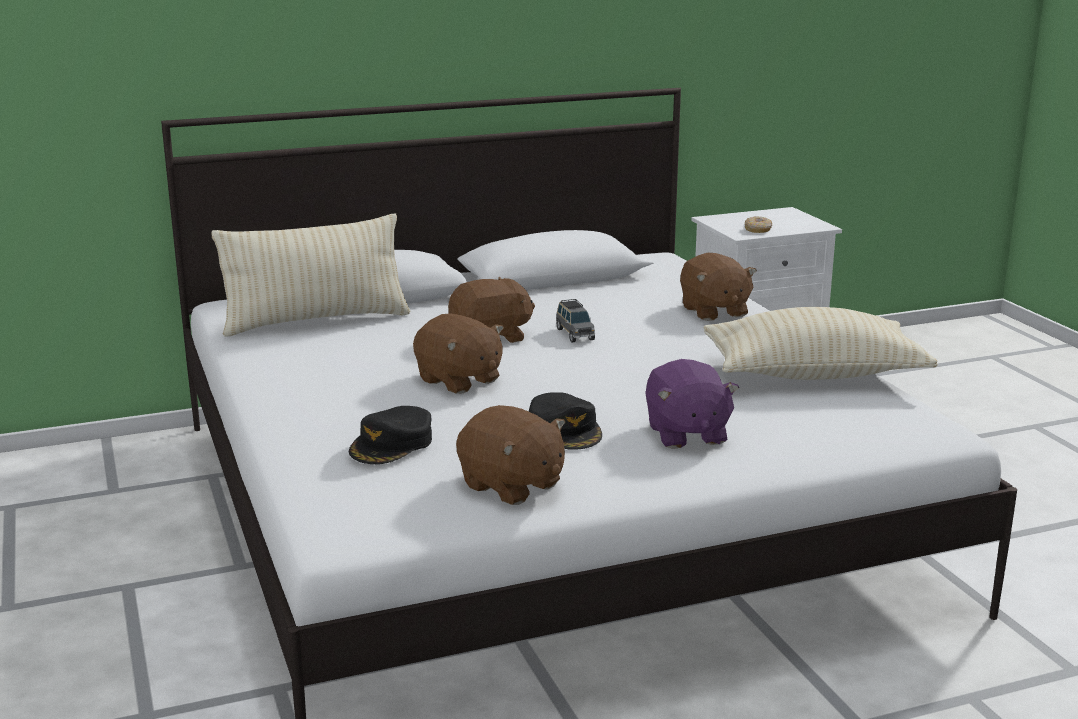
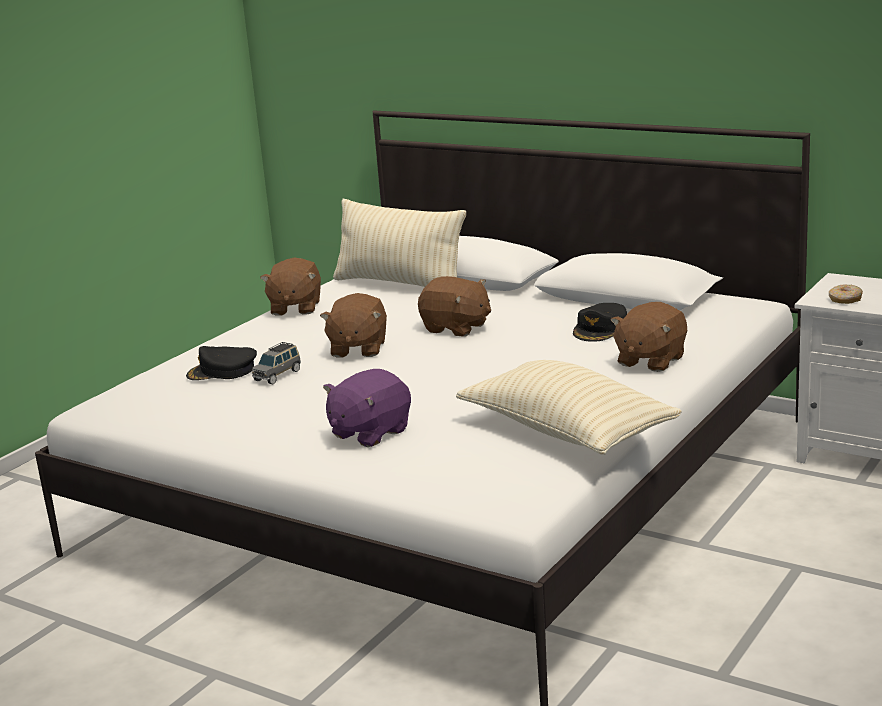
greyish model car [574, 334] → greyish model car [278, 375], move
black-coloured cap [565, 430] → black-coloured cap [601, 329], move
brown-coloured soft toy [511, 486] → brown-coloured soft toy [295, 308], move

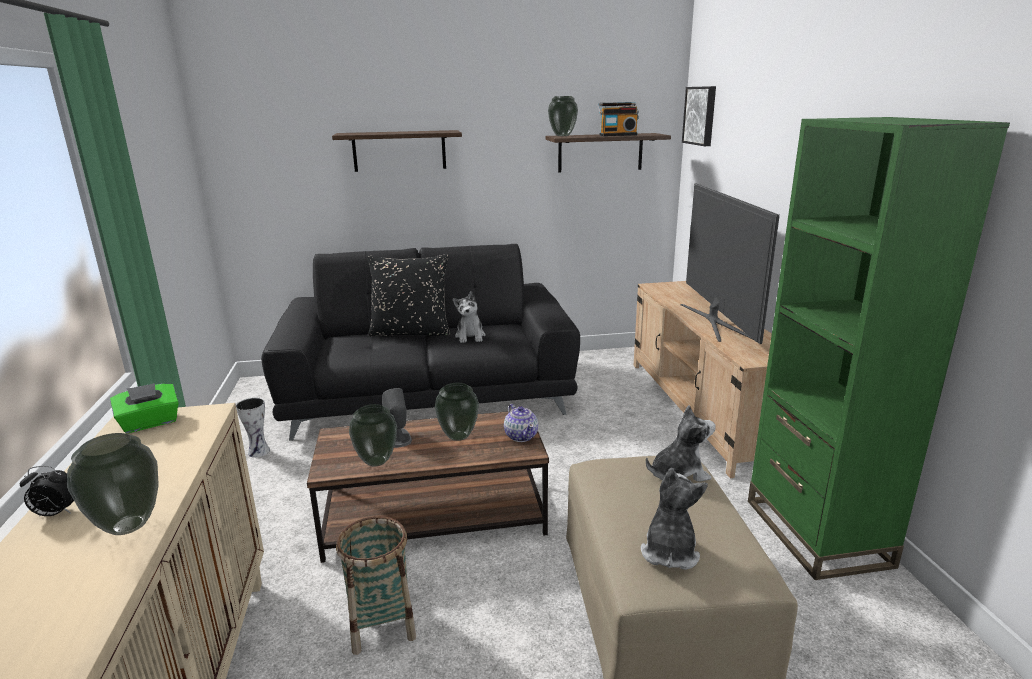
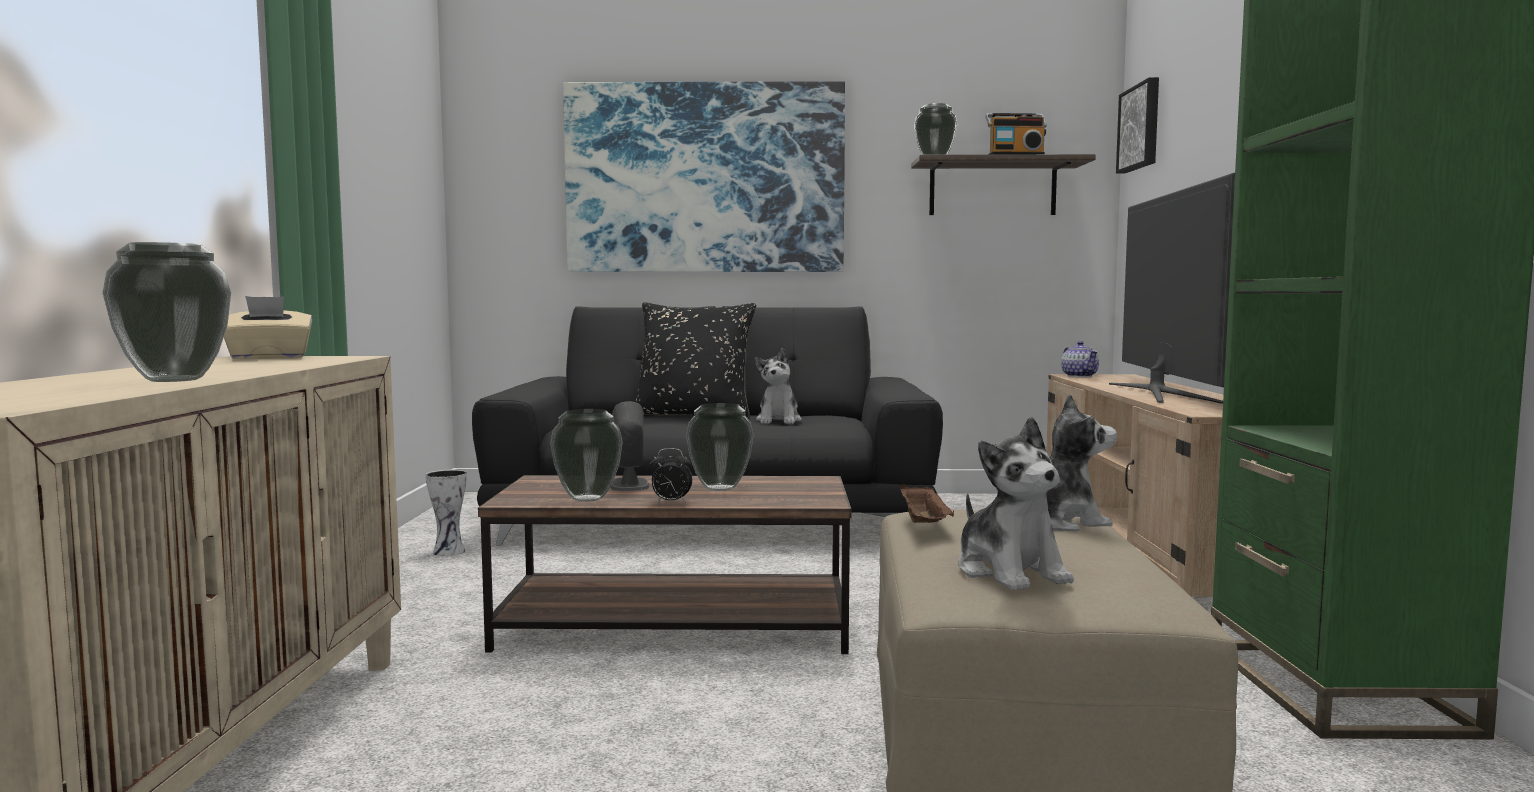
shelf [399, 151] → wall picture [705, 178]
green tissue holder [150, 423] → sand-coloured tissue holder [269, 358]
teapot [521, 436] → teapot [1079, 376], move
alarm clock [55, 514] → alarm clock [670, 502], move
soft toy [669, 552] → soft toy [1010, 572], 135 degrees clockwise
storage basket [381, 624] → -
- → brown-coloured carrying tray [924, 524]

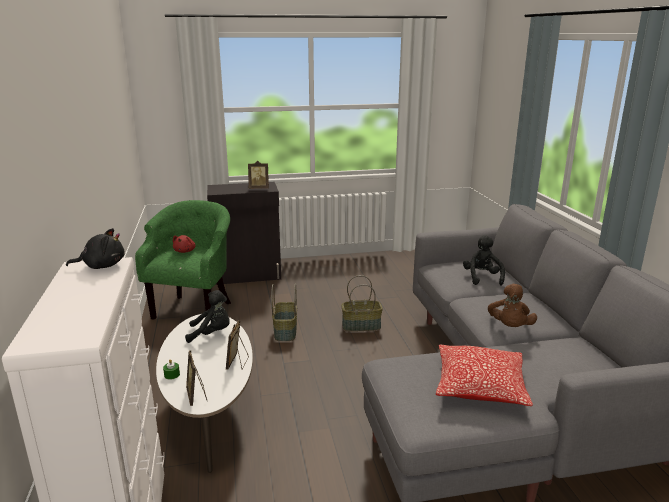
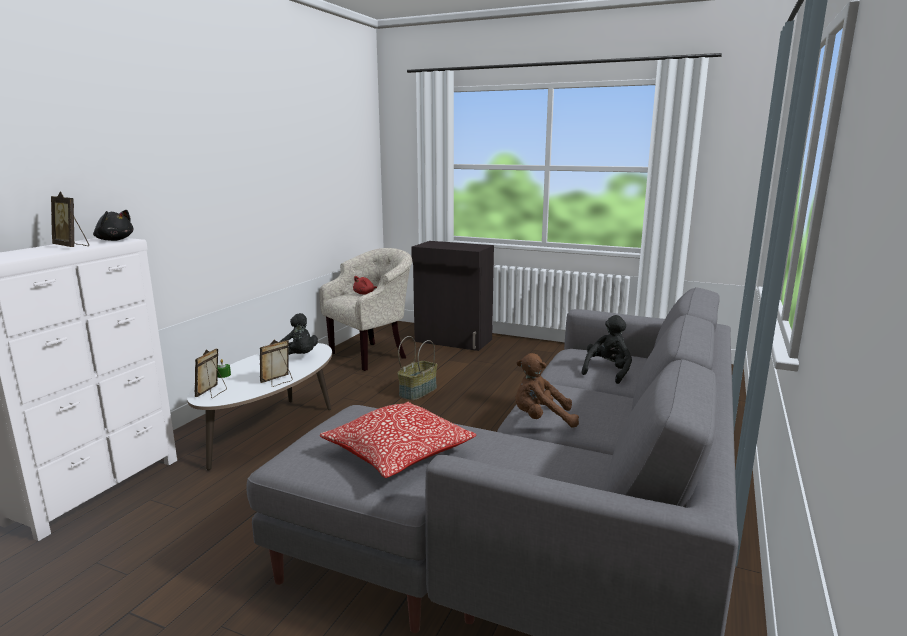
photo frame [259, 188] → photo frame [72, 246], move
green lounge chair [195, 308] → sand-coloured lounge chair [372, 355]
storage basket [361, 326] → -
brown-coloured soft toy [509, 327] → brown-coloured soft toy [541, 419], 45 degrees clockwise

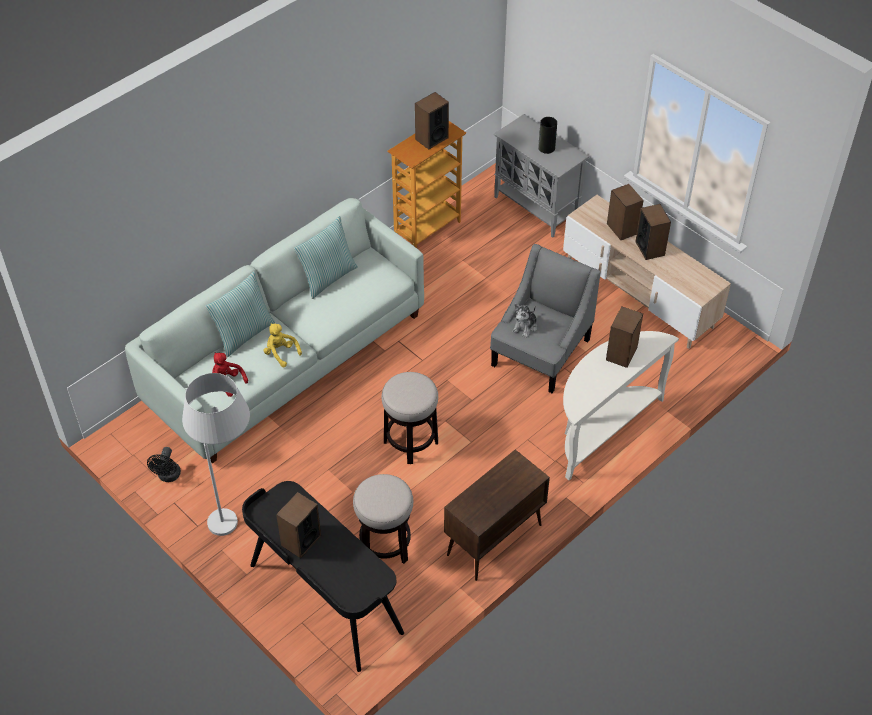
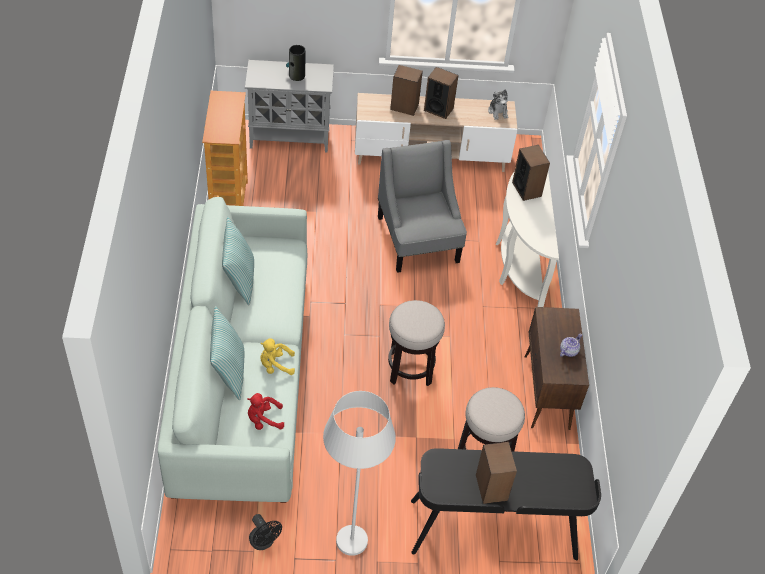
speaker [431, 138] → -
soft toy [525, 327] → soft toy [498, 112], move
- → teapot [568, 351]

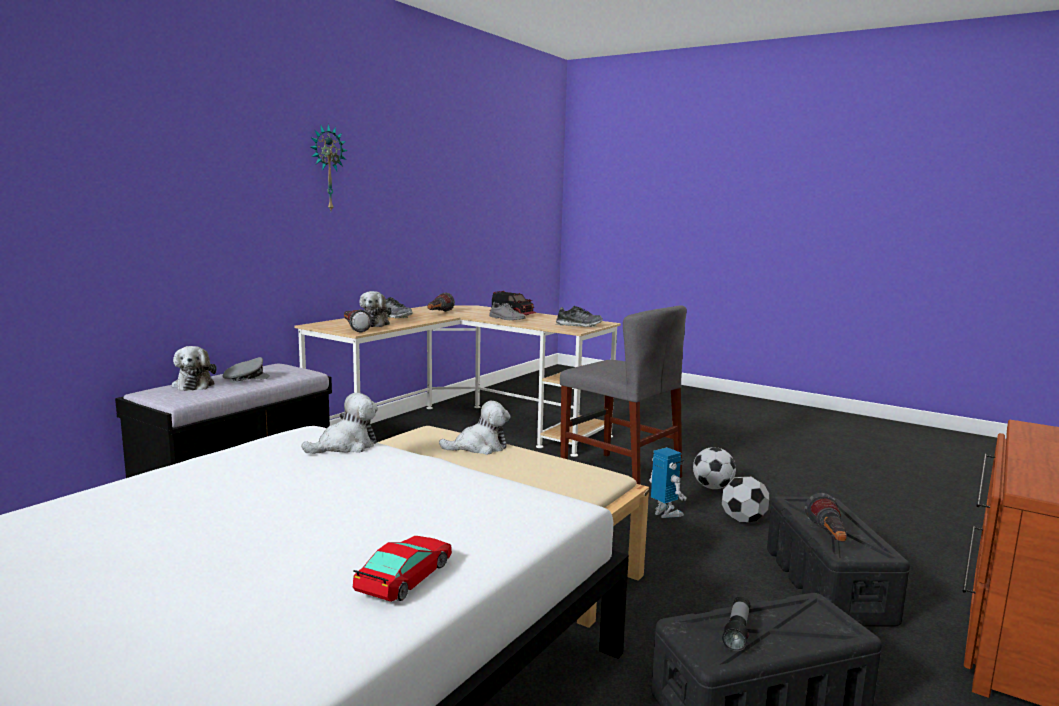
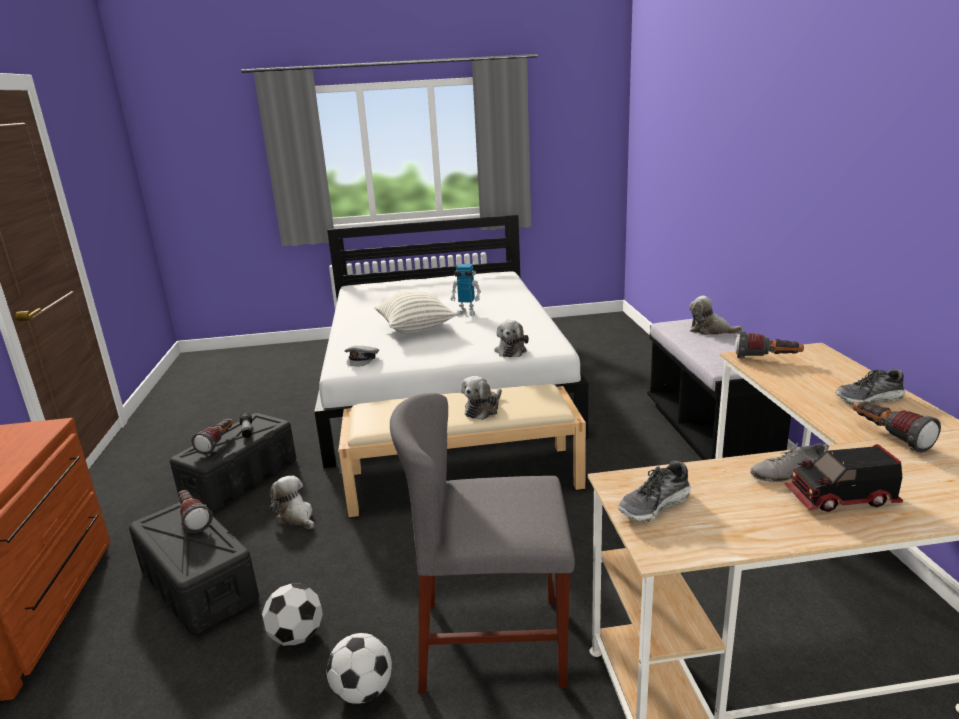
hanging clock [327, 168] → -
soft toy [374, 324] → soft toy [296, 516], move
greyish cap [245, 378] → greyish cap [362, 359], move
model robot [665, 513] → model robot [466, 313], move
model car [405, 577] → -
- → throw pillow [415, 329]
- → torch [218, 443]

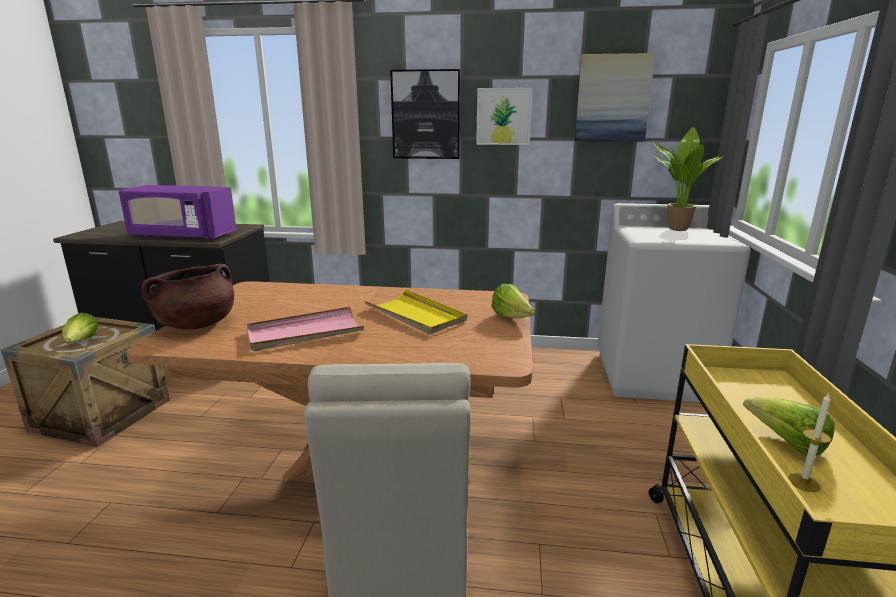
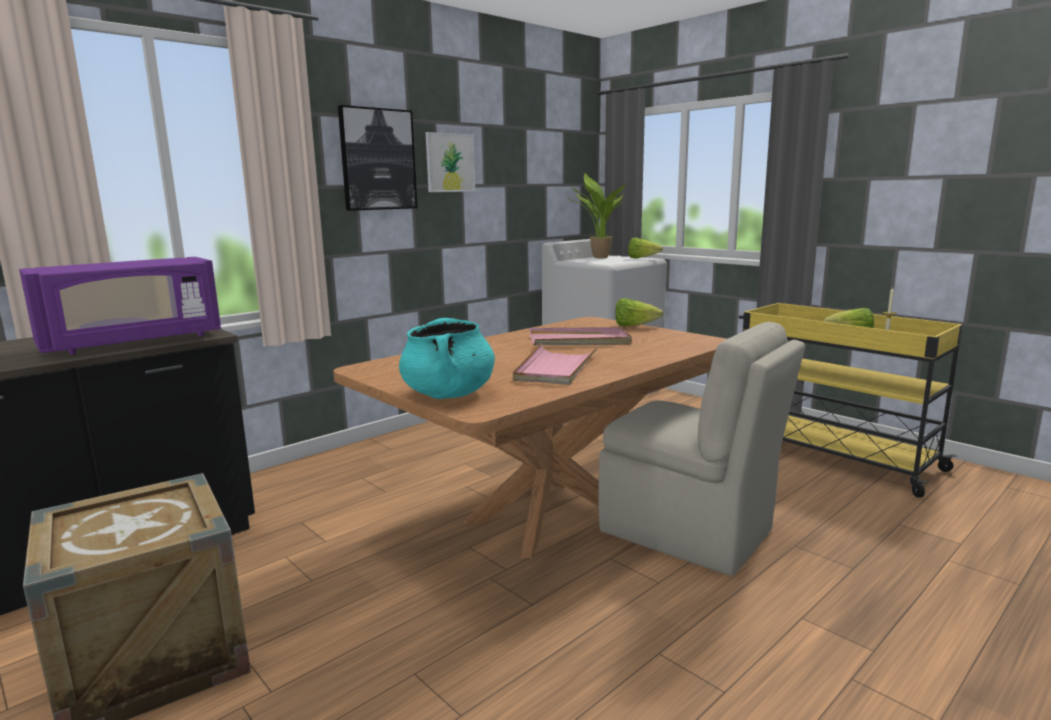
wall picture [612, 98] → -
brown-coloured cooking pot [197, 324] → turquoise-coloured cooking pot [448, 394]
yellow-coloured carrying tray [415, 315] → pinkish carrying tray [579, 341]
head of lettuce [81, 342] → head of lettuce [642, 258], move

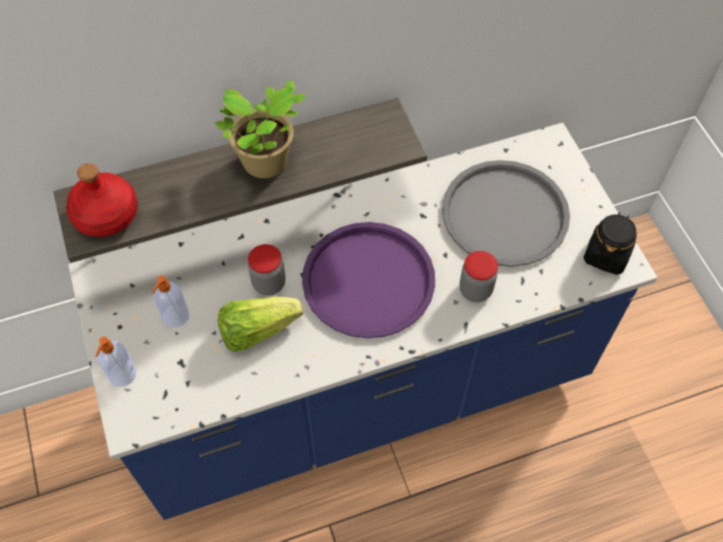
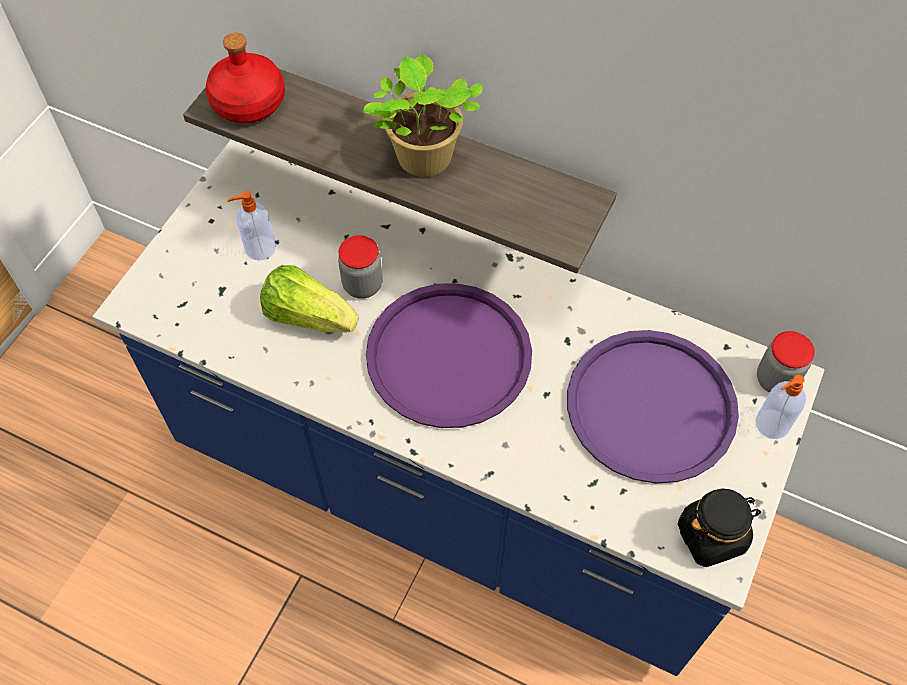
greyish carrying tray [505, 214] → purplish carrying tray [651, 406]
preserve jar [475, 290] → preserve jar [776, 379], move
liquid soap bottle [122, 375] → liquid soap bottle [770, 425], move

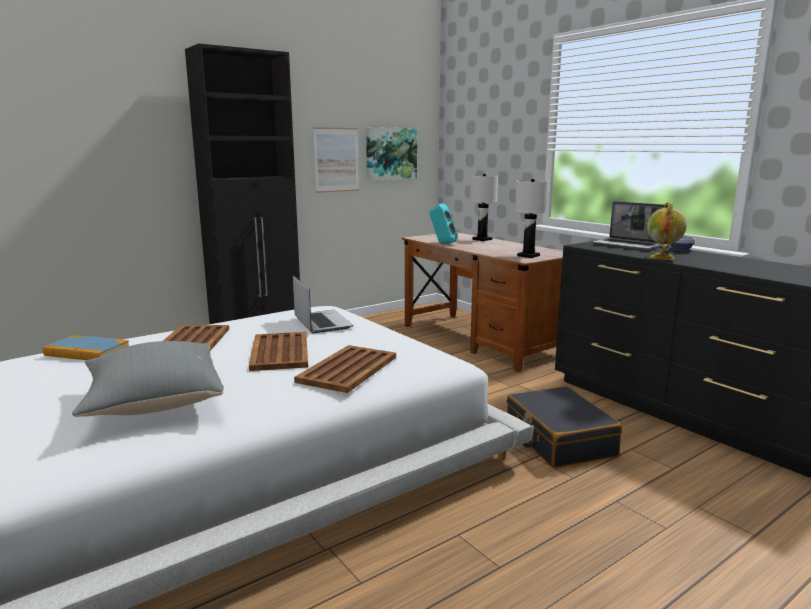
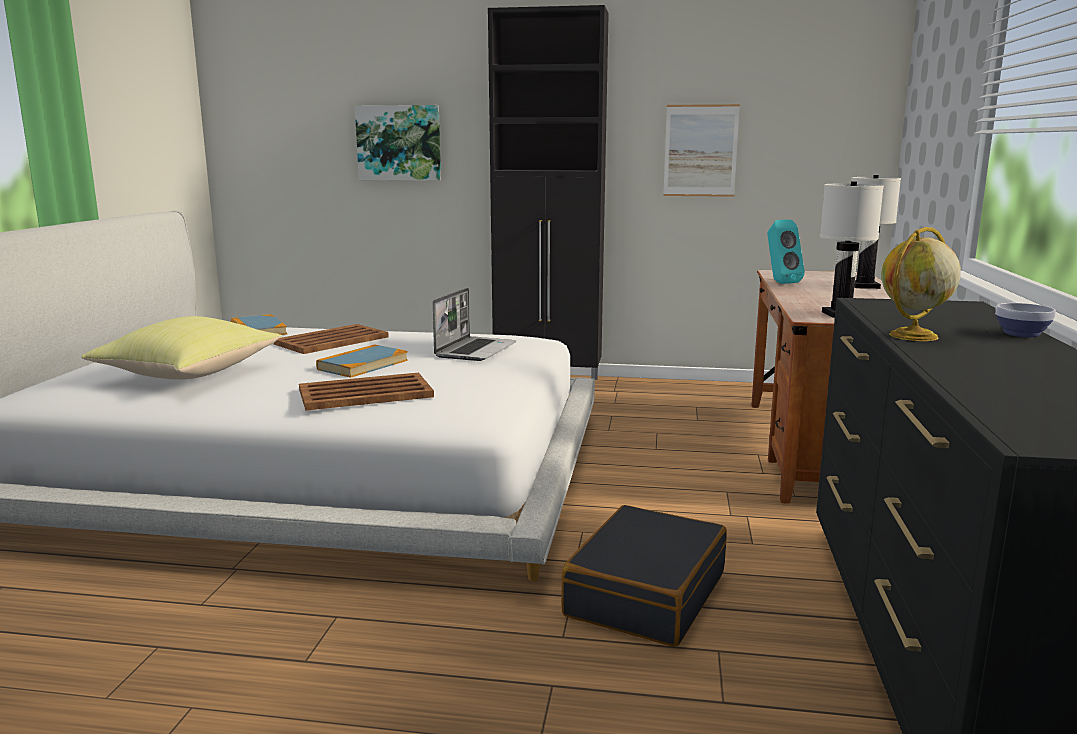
wall picture [391, 154] → wall picture [399, 143], move
notebook computer [629, 245] → -
brown-coloured carrying tray [279, 352] → bound book [363, 365]
greyish throw pillow [153, 402] → yellow-coloured throw pillow [189, 374]

